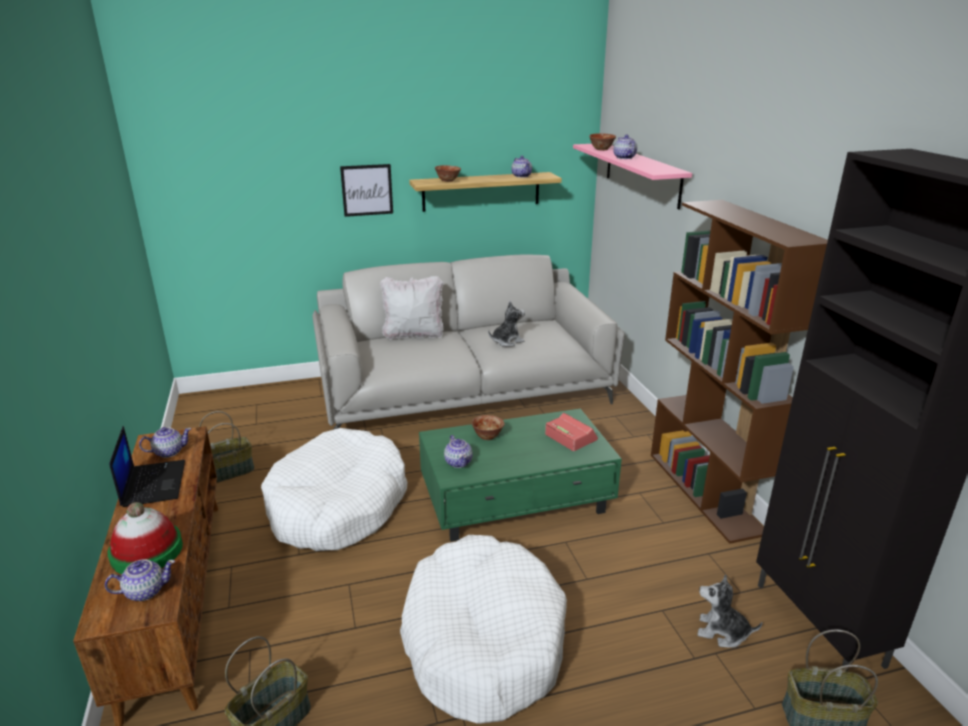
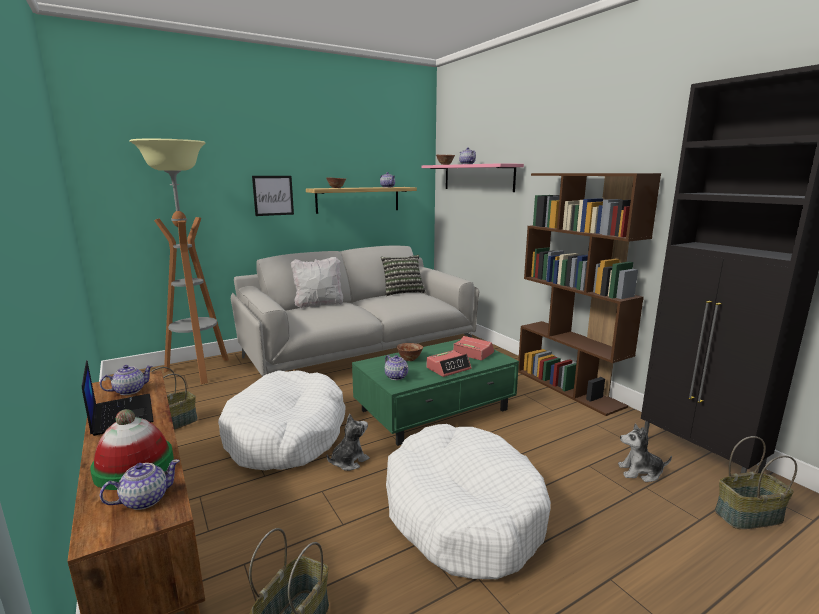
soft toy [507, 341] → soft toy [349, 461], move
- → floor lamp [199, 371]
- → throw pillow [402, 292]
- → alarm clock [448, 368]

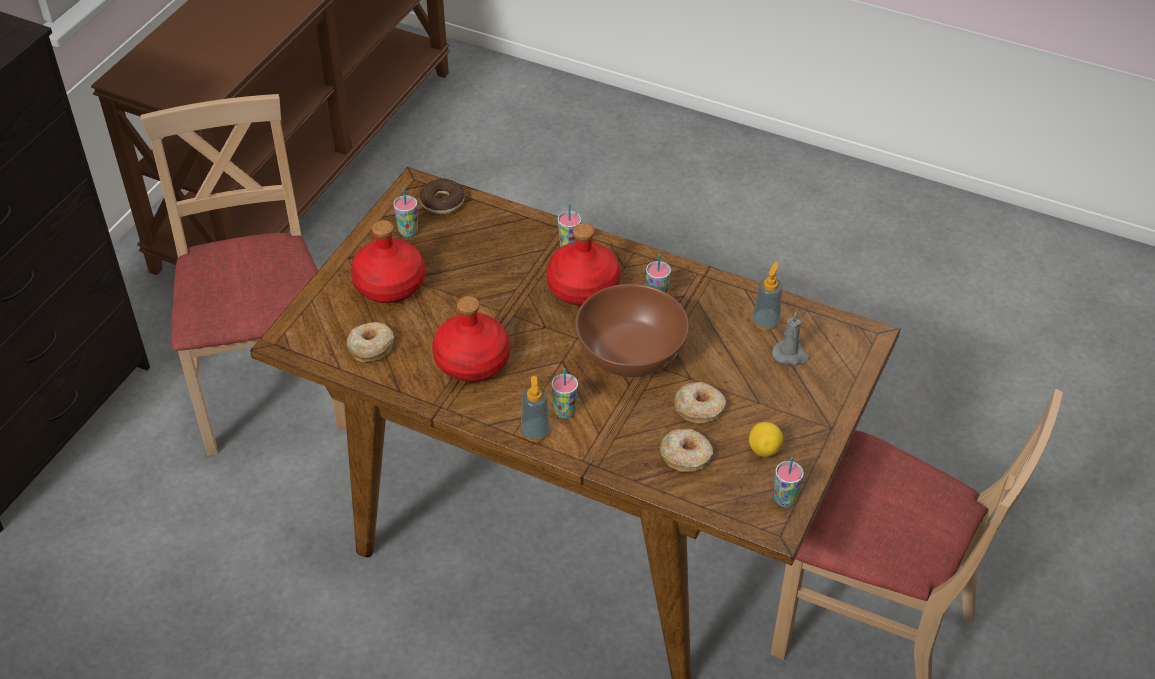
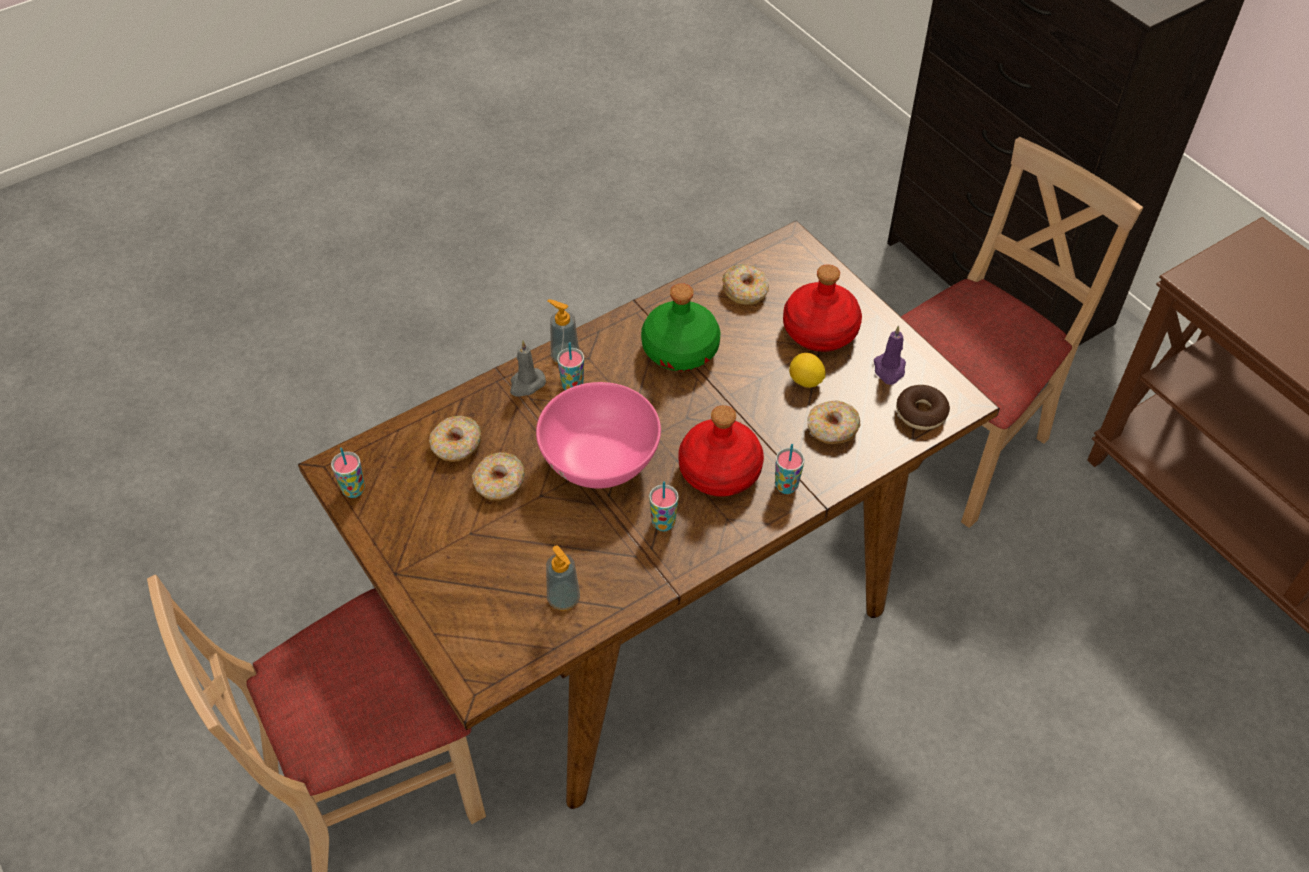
sand-coloured upright chair [270, 390] → sand-coloured upright chair [957, 445], 60 degrees counterclockwise
drinking cup [408, 231] → purplish wax candle [889, 370]
brown-coloured bowl [629, 357] → pinkish bowl [601, 462]
reddish drink bottle [472, 360] → green drink bottle [681, 350]
greyish wax candle [791, 355] → greyish wax candle [526, 384], move
lemon [764, 449] → lemon [805, 381], move
- → ring doughnut [832, 429]

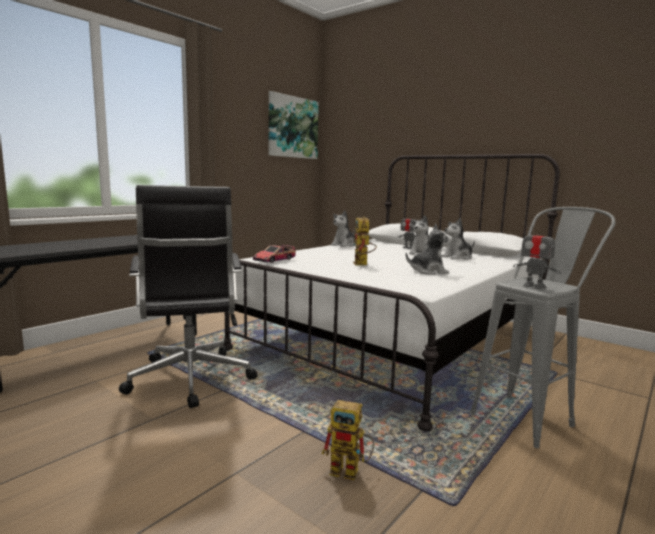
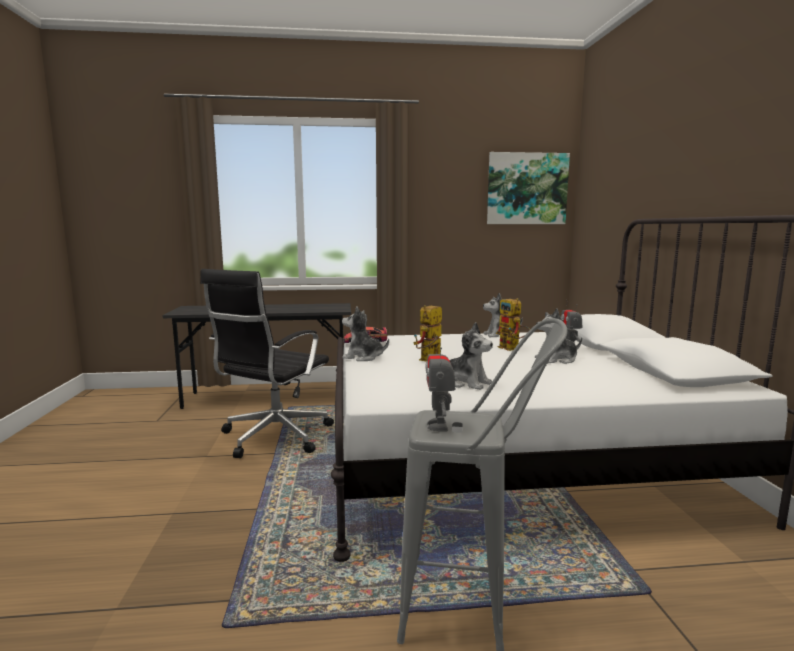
soft toy [458, 257] → soft toy [363, 357], move
model robot [351, 471] → model robot [512, 348], move

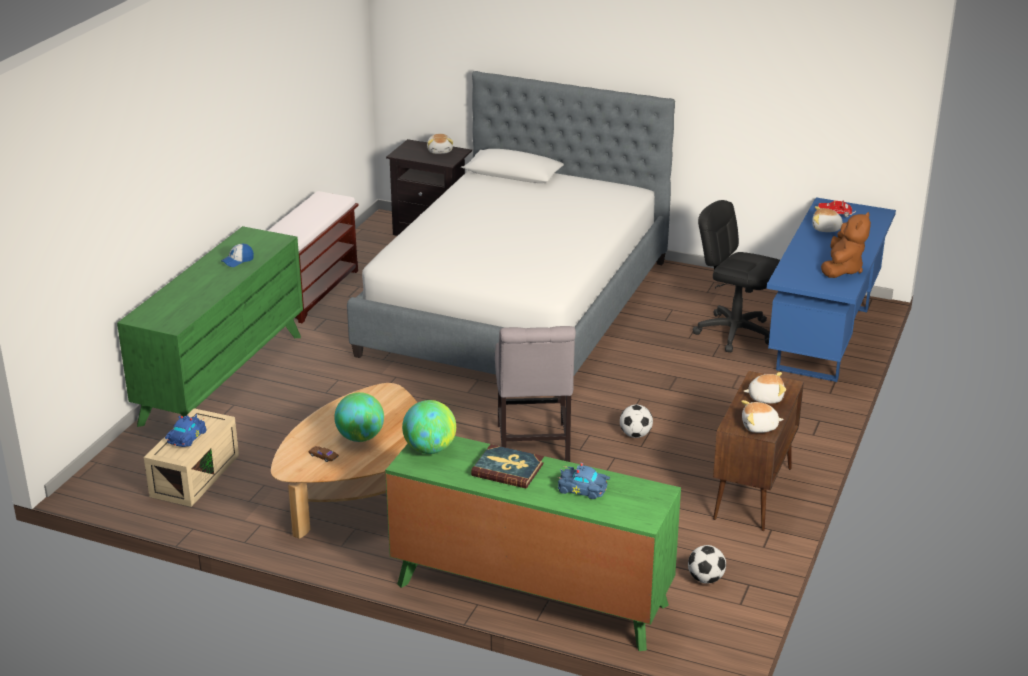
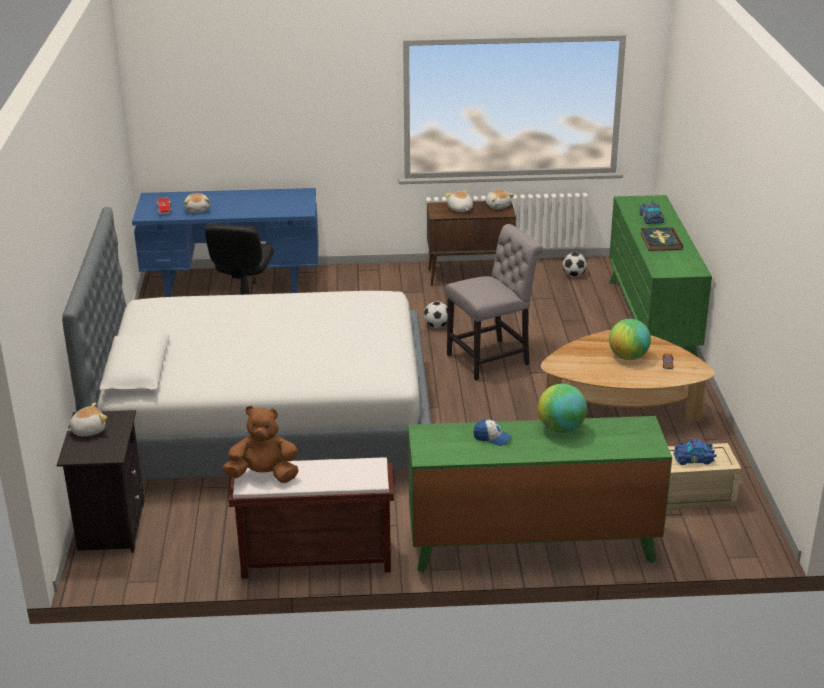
brown-coloured soft toy [842, 269] → brown-coloured soft toy [263, 476], move
globe [430, 449] → globe [561, 428], move

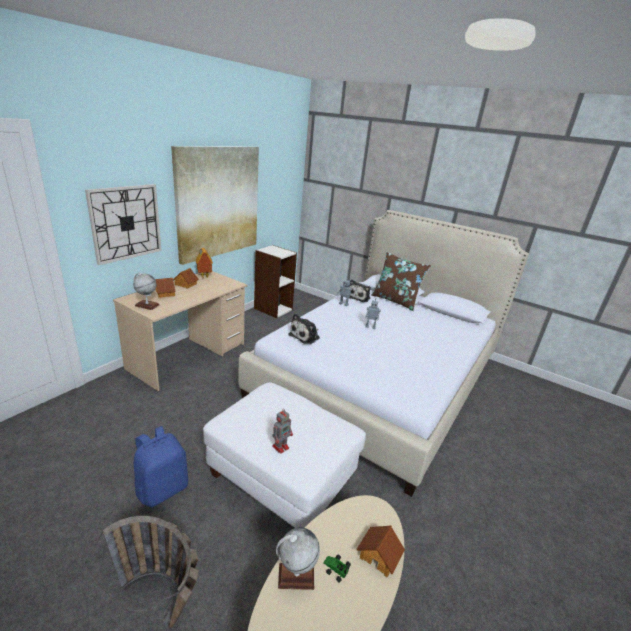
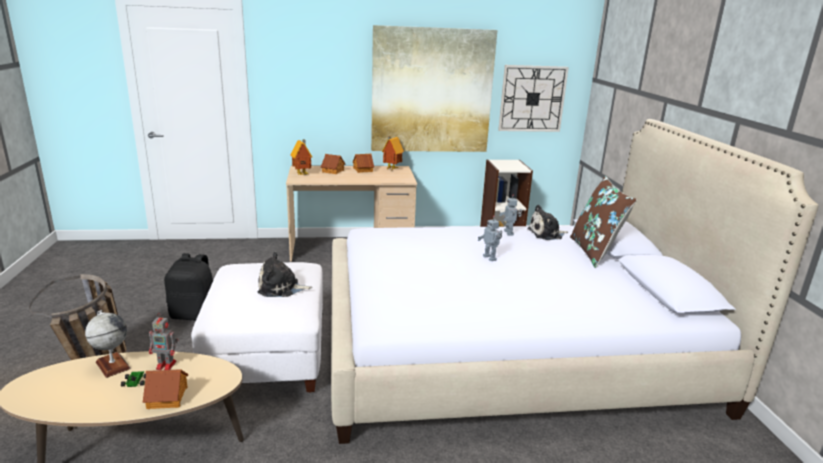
hanging clock [126, 223] → hanging clock [532, 98], move
globe [147, 305] → miniature house [302, 174]
soft toy [305, 336] → soft toy [281, 288], move
model robot [281, 446] → model robot [167, 365], move
blue-coloured rucksack [162, 488] → black-coloured rucksack [195, 315]

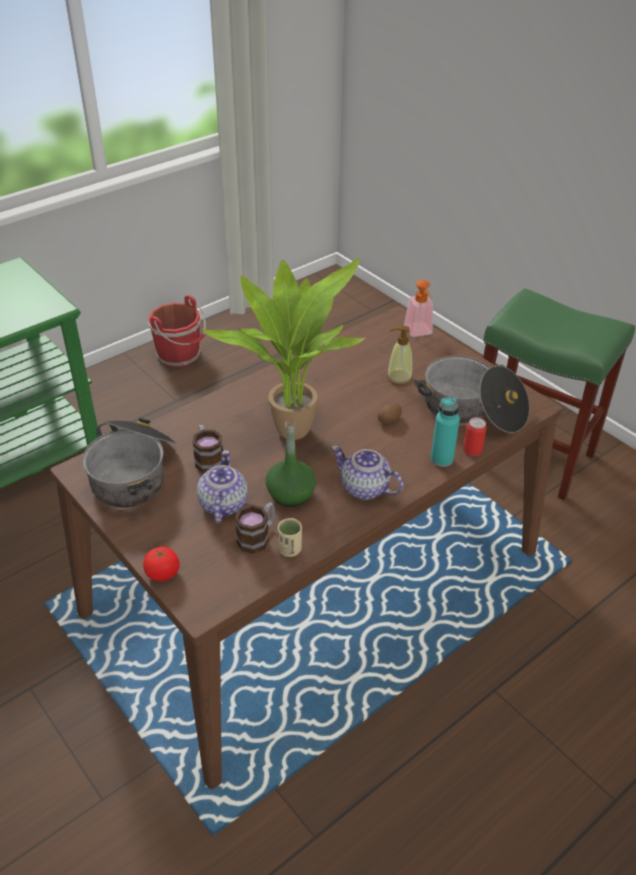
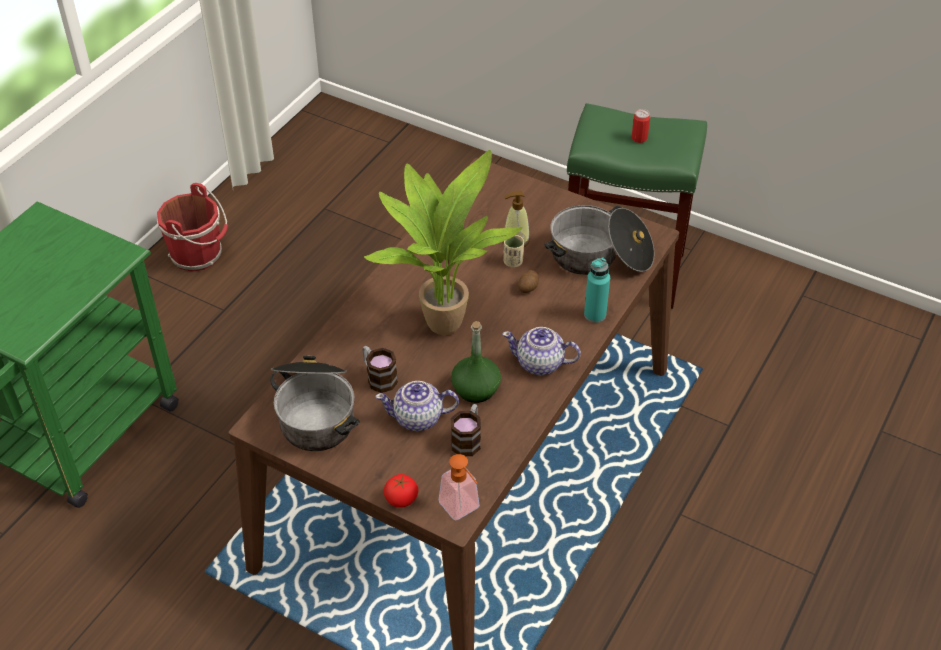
liquid soap bottle [419, 333] → liquid soap bottle [463, 510], move
sealed can [472, 450] → sealed can [639, 138], move
teapot [222, 505] → teapot [418, 418], 75 degrees counterclockwise
sand-coloured drinking cup [290, 549] → sand-coloured drinking cup [513, 262], move

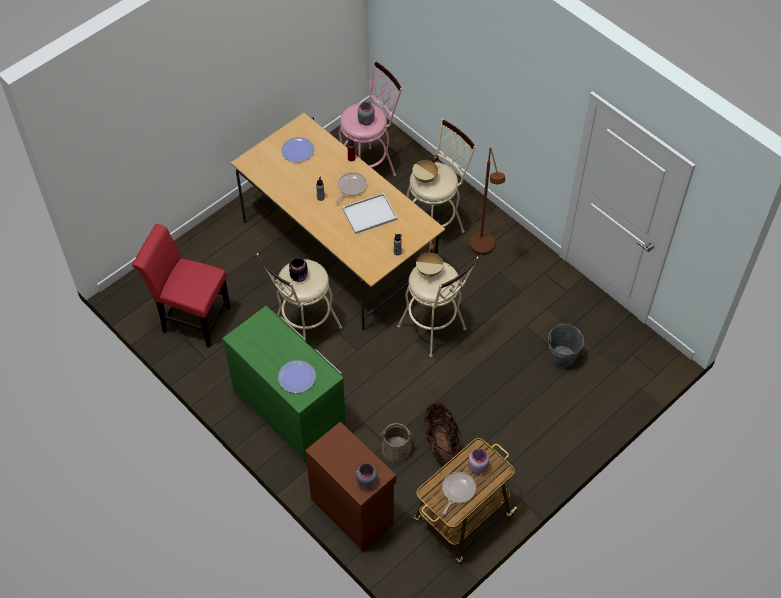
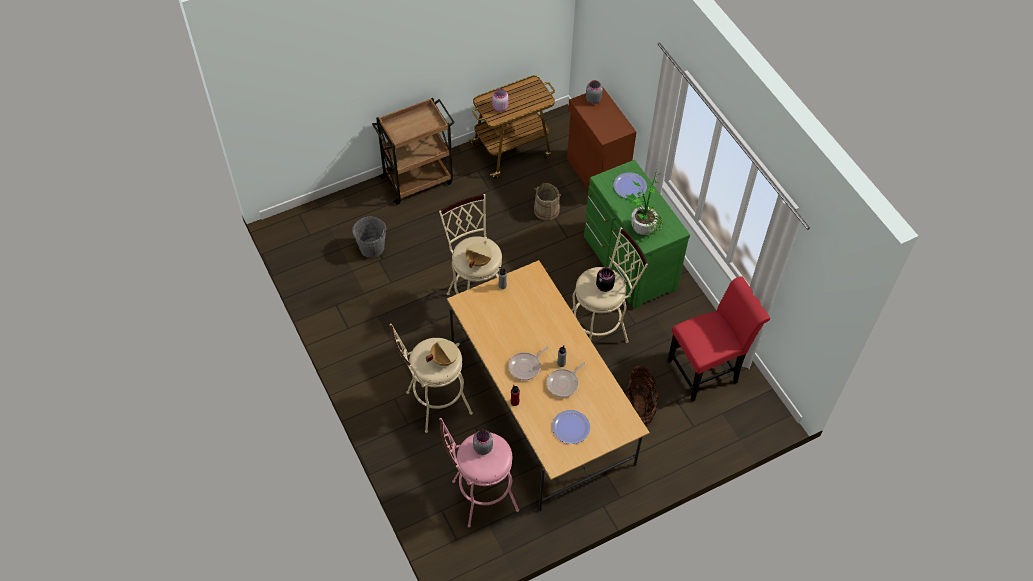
brown-coloured floor lamp [483, 250] → -
white carrying tray [369, 215] → -
reddish upright chair [191, 318] → reddish upright chair [707, 369], 60 degrees counterclockwise
storage basket [441, 443] → storage basket [639, 406], move
frying pan [457, 491] → frying pan [564, 383], move
- → brown-coloured cart [418, 180]
- → houseplant [642, 225]

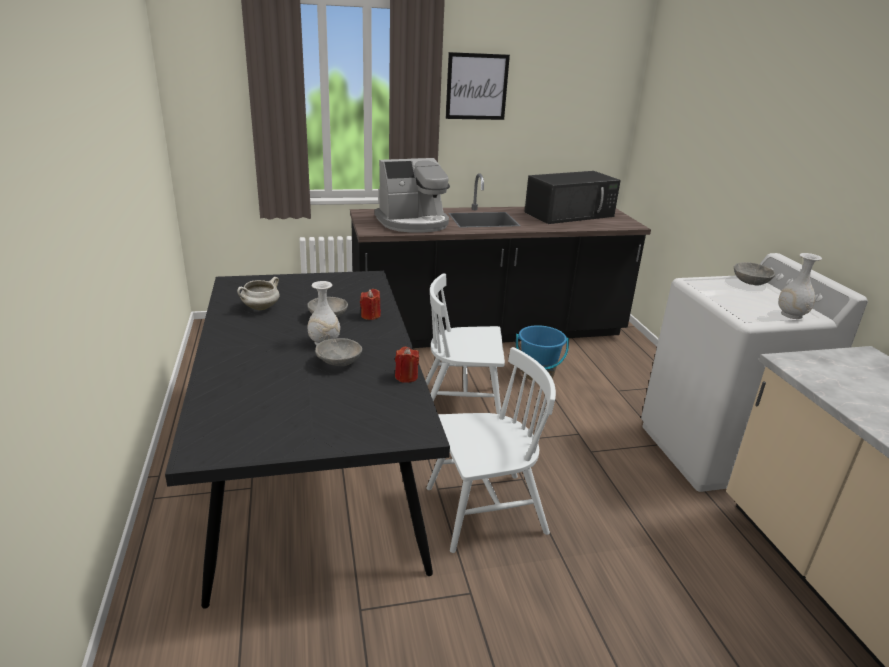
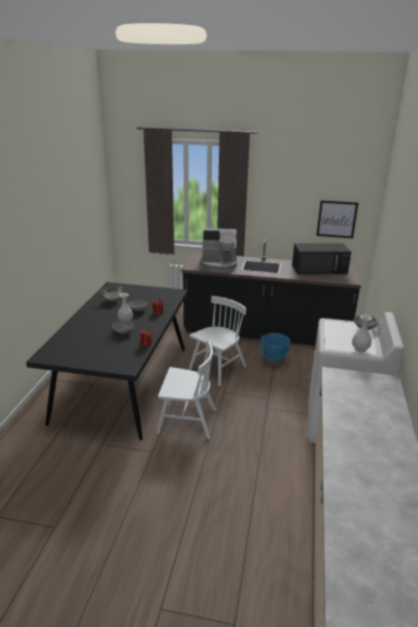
wall picture [476, 86] → wall picture [336, 219], move
white upright chair [462, 404] → white upright chair [217, 369], 105 degrees clockwise

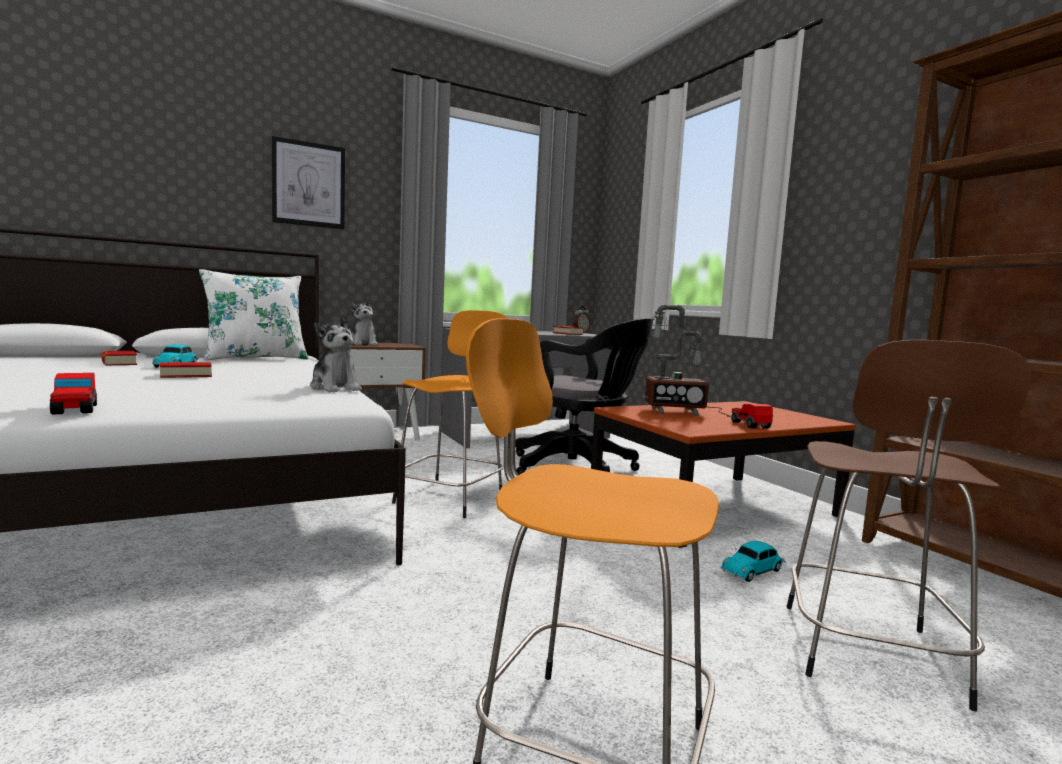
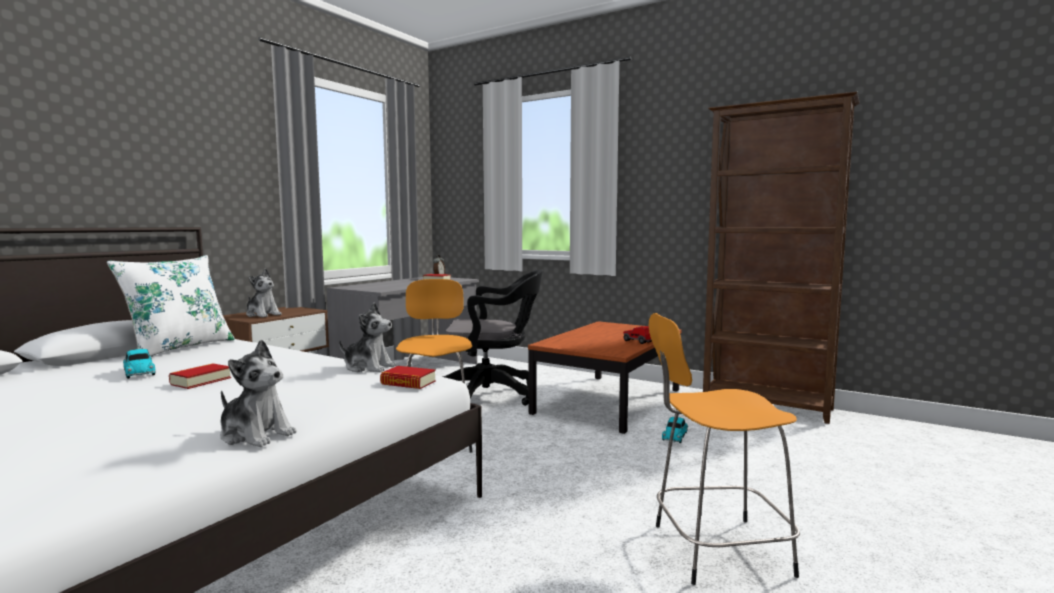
wall picture [309, 184] → -
table lamp [681, 411] → -
brown-coloured stool seat [869, 656] → -
bound book [119, 363] → bound book [408, 383], move
model car [75, 409] → soft toy [256, 434]

